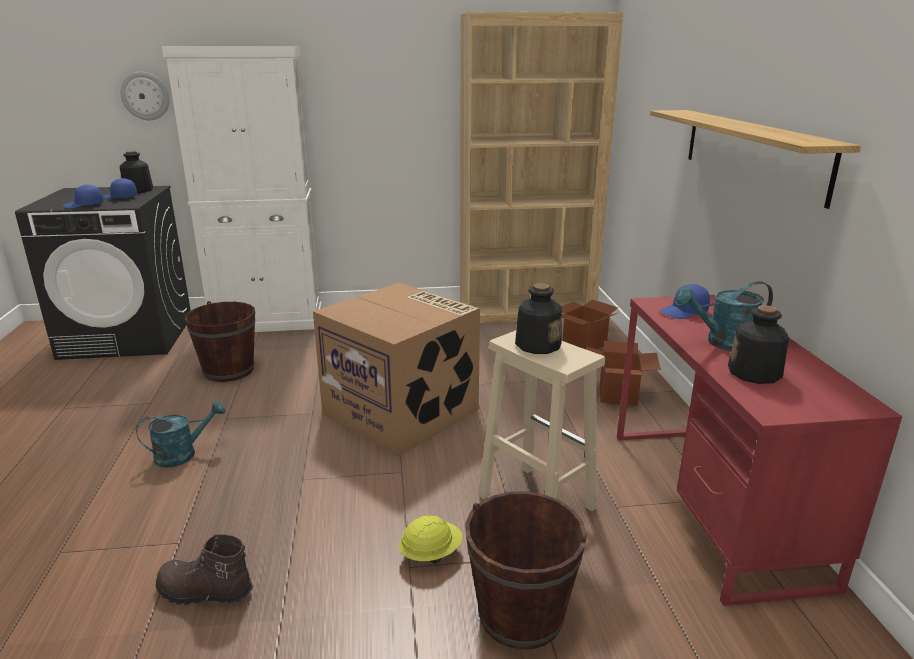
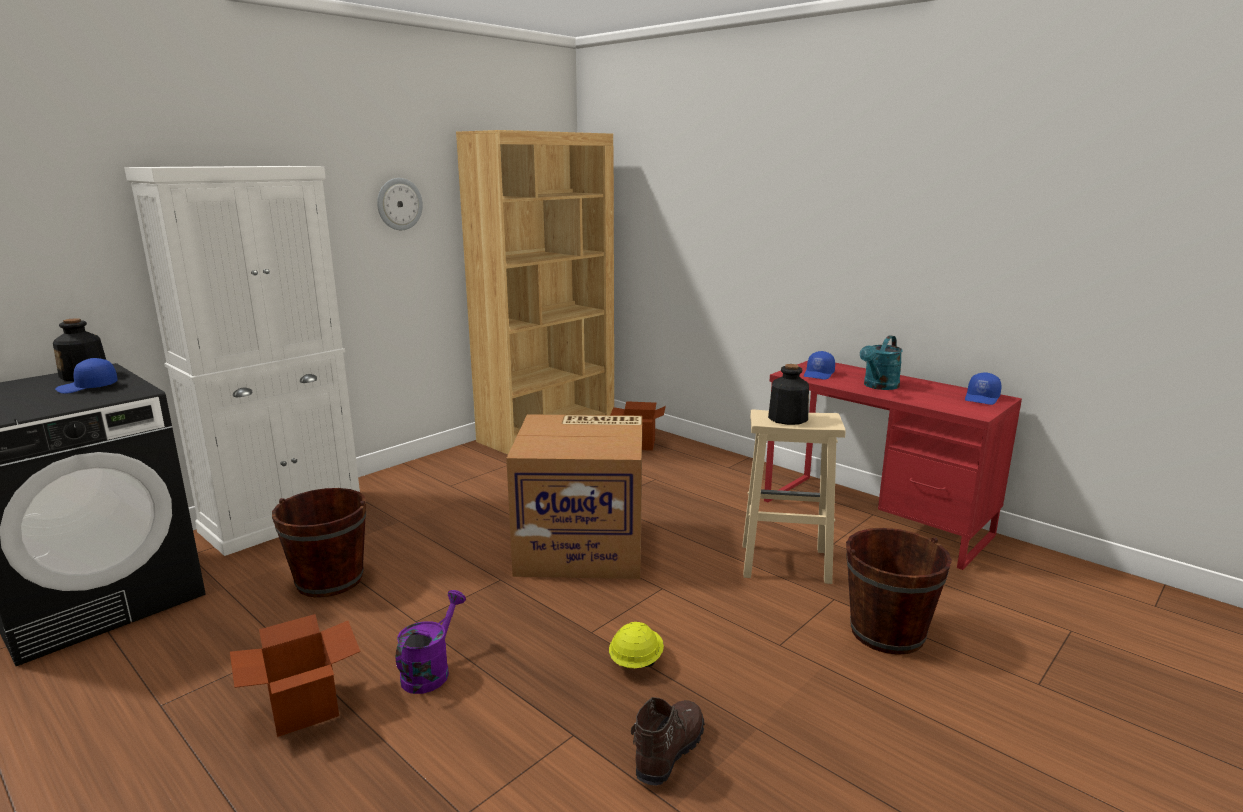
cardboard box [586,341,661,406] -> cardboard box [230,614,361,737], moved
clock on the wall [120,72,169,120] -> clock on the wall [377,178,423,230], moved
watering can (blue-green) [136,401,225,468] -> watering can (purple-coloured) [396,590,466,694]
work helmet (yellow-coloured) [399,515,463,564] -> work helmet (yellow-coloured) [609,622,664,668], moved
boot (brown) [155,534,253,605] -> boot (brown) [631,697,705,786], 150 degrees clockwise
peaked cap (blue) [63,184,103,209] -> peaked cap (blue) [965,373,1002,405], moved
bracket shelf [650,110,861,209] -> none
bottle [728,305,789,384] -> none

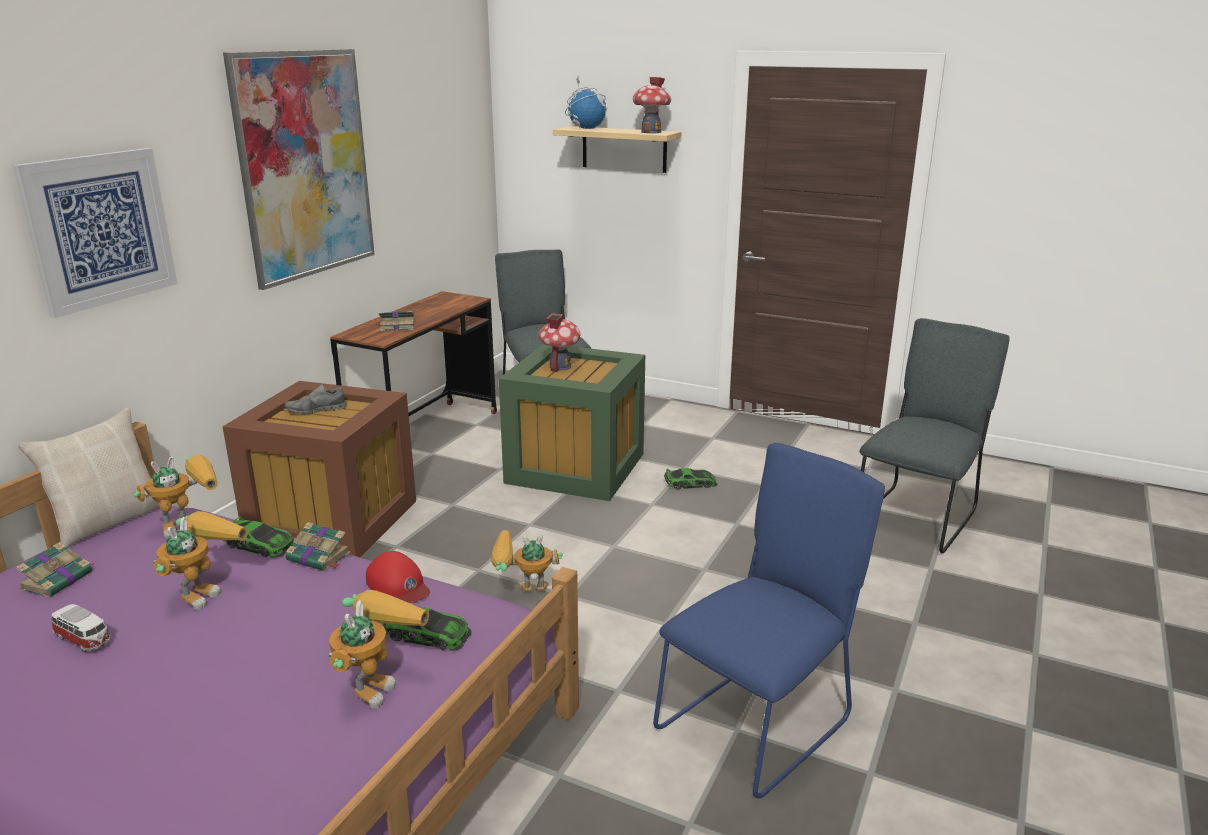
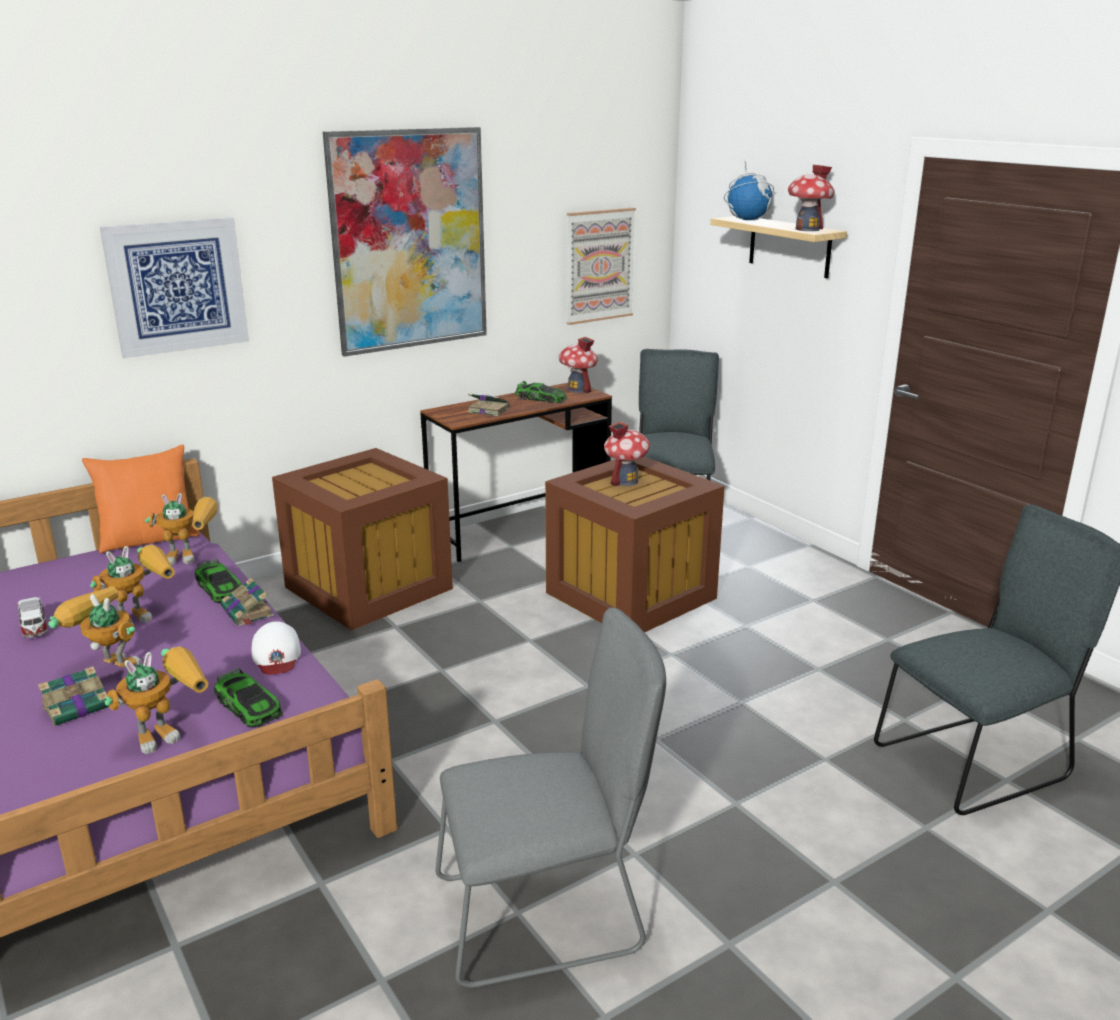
book [16,542,95,598] -> book [38,666,109,726], moved
model robot [491,530,563,591] -> model robot [48,586,141,667], moved
pillow (beige-coloured) [18,408,160,548] -> pillow (orange) [82,445,200,553]
peaked cap (reddish) [366,551,430,603] -> peaked cap (white) [252,621,301,675]
chair (blue) [653,443,885,798] -> chair (grey) [435,608,666,988]
model car [664,468,718,490] -> model car [515,381,568,403], moved
storage container (greenish) [499,344,645,501] -> storage container (brown) [545,457,725,632]
none -> toy house [559,337,598,393]
none -> wall art [567,208,636,325]
low shoe (grey) [284,384,347,415] -> none

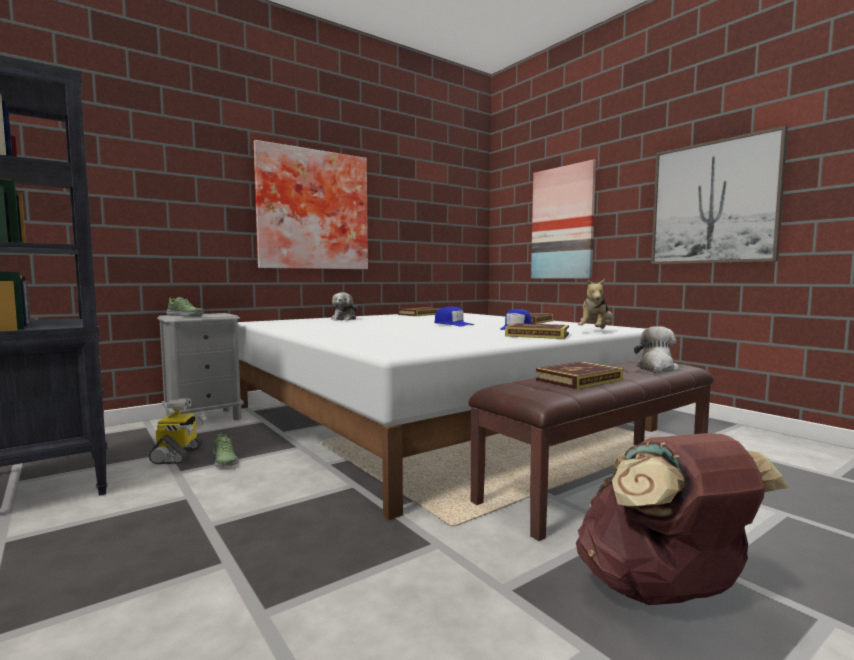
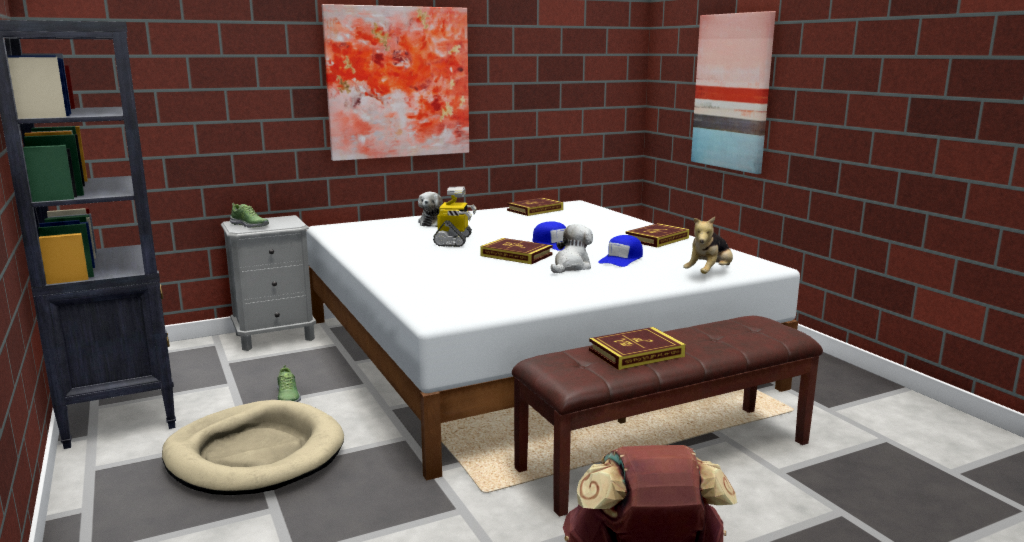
none -> pet bed (beige-coloured) [162,400,344,495]
model robot [149,398,207,464] -> model robot [433,187,477,247], moved
book [505,323,569,339] -> book [480,238,553,264], moved
plush toy [634,326,679,374] -> plush toy [551,224,593,273], moved
wall art [651,126,788,264] -> none

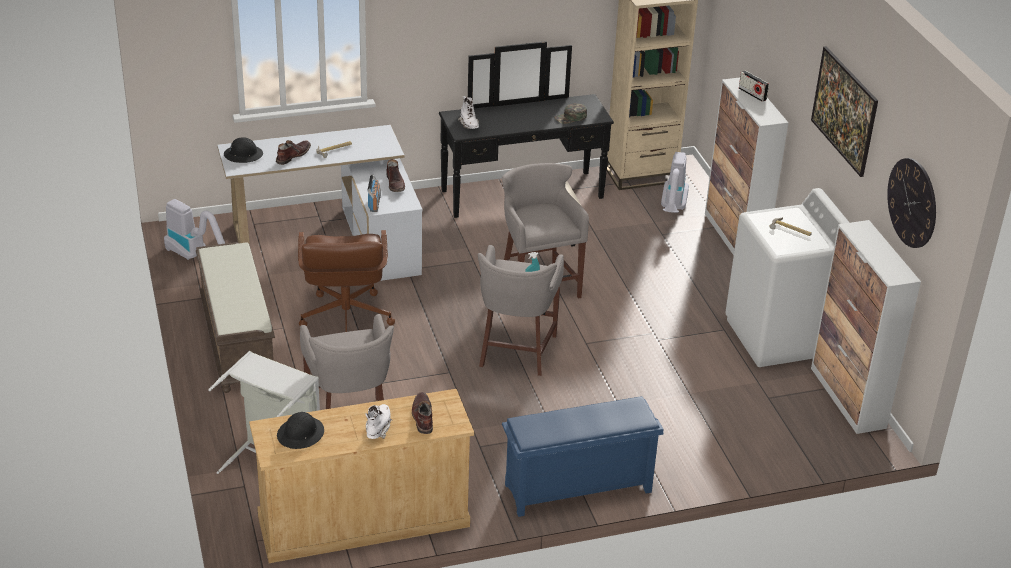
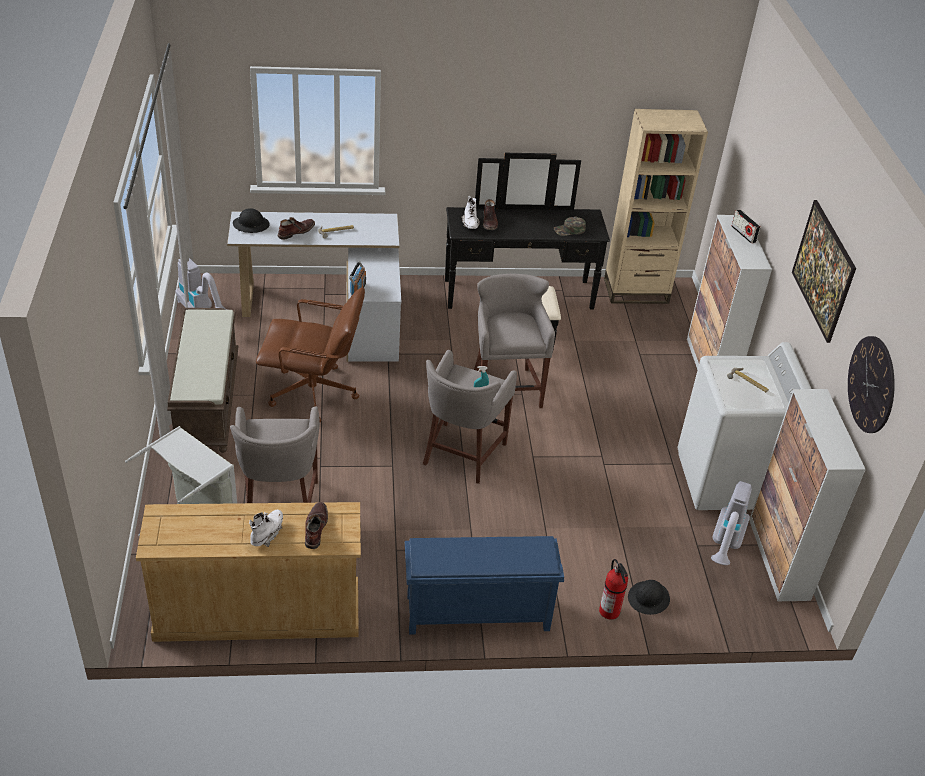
office chair (brown) [298,230,395,332] -> office chair (brown) [256,287,365,422], 90 degrees counterclockwise
boot (brown) [386,159,405,192] -> boot (brown) [483,199,498,230], moved
none -> fire-fighting cylinder [599,559,628,619]
work helmet (black) [277,412,324,449] -> work helmet (black) [628,580,670,615], moved
vacuum [661,152,689,213] -> vacuum [711,481,752,565], moved

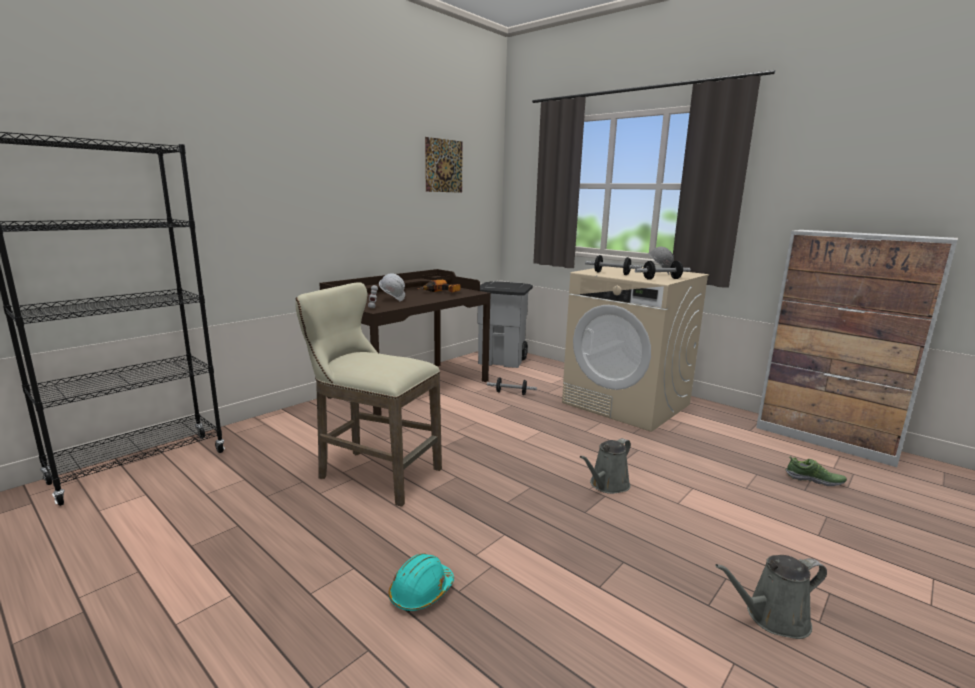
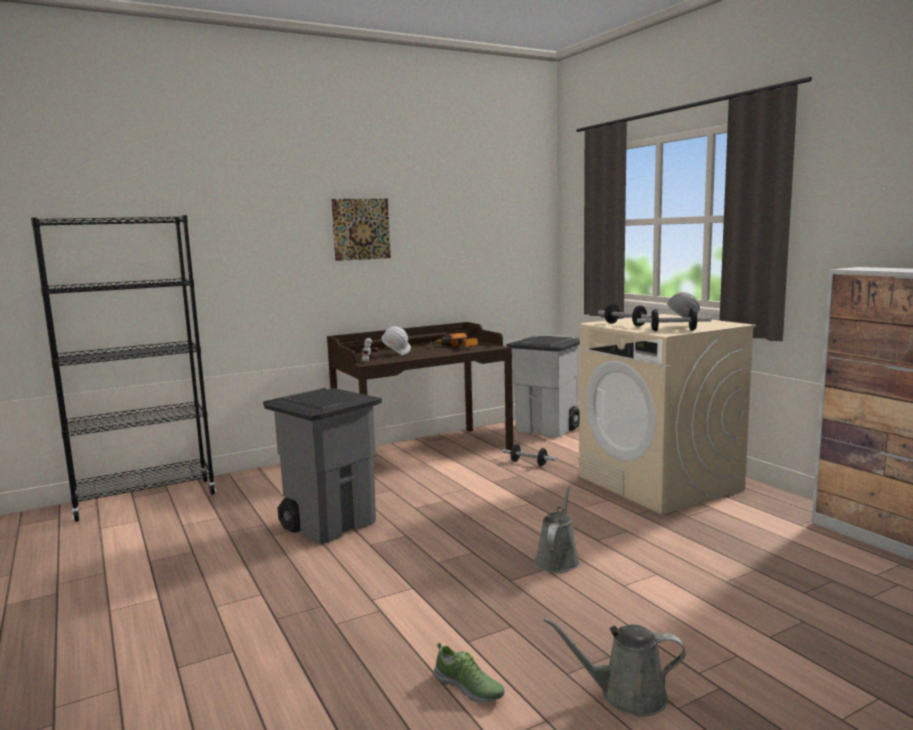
sitting stool (beige-coloured) [295,283,442,507] -> trash can (grey) [263,388,382,545]
wall art [425,137,463,193] -> wall art [331,199,391,261], moved
low shoe [786,456,847,486] -> low shoe [434,643,505,703], moved
watering can (grey) [580,438,631,494] -> watering can (grey) [534,486,580,573], 135 degrees clockwise
work helmet (blue-green) [388,553,454,612] -> none

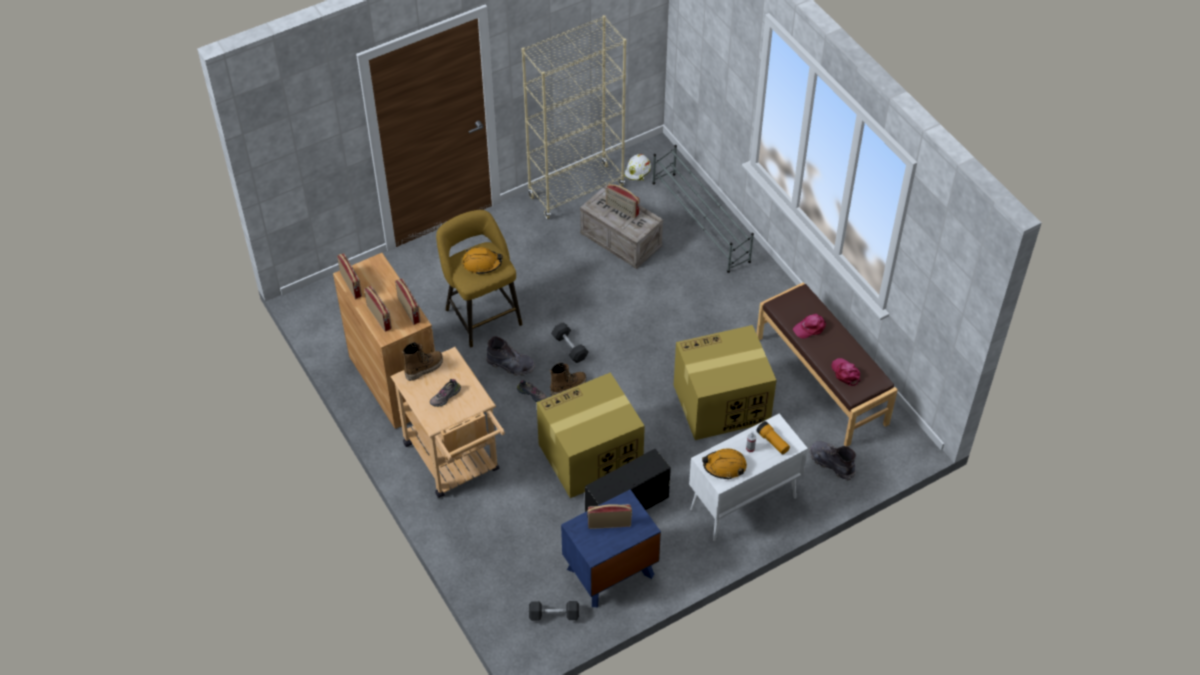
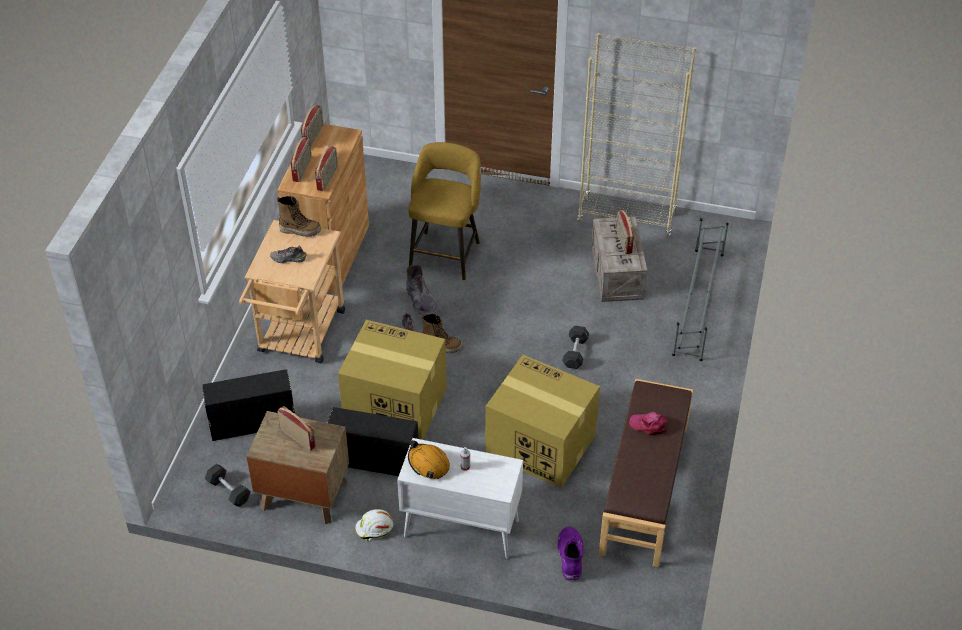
none -> storage container (black) [202,369,295,441]
bedside table (blue) [561,489,661,607] -> bedside table (brown) [246,411,349,524]
work helmet (white) [624,154,651,180] -> work helmet (white) [355,509,393,541], moved
boot (grey) [809,441,856,481] -> boot (purple-coloured) [557,527,584,581]
dumbbell (grey) [551,322,589,363] -> dumbbell (grey) [562,325,589,369], moved
work helmet (orange) [462,247,503,274] -> none
torch [756,421,790,455] -> none
peaked cap (pink-coloured) [831,358,862,386] -> none

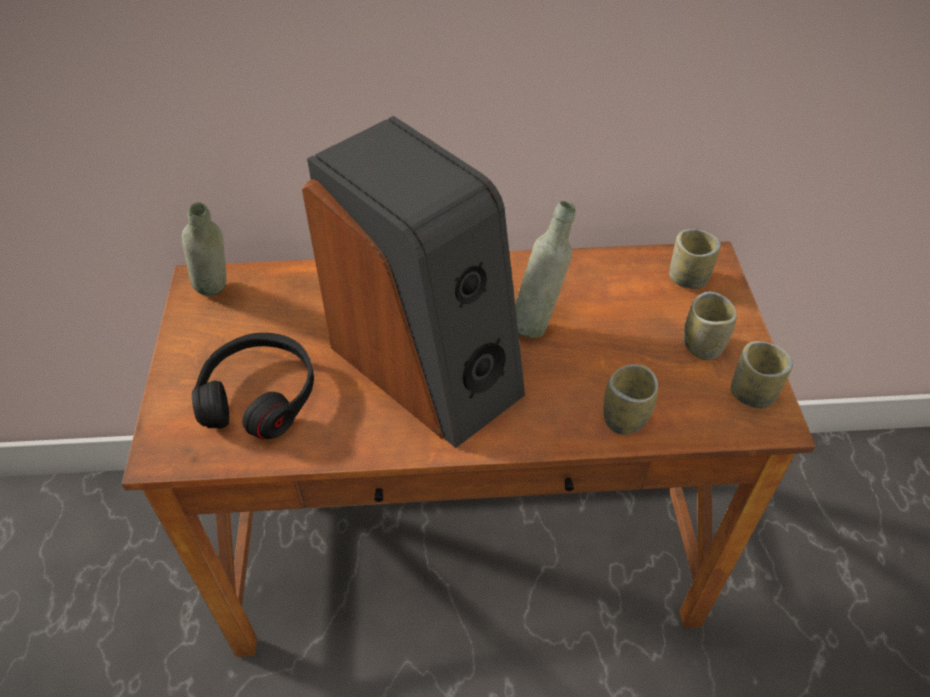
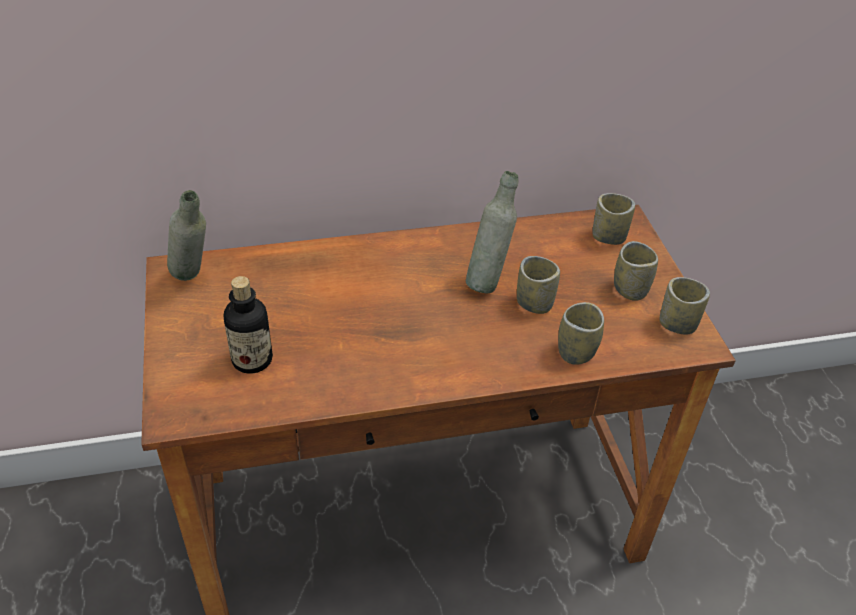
headphones (black) [192,333,314,439] -> bottle [224,276,273,374]
none -> drinking cup [517,256,560,314]
audio speaker [302,116,525,449] -> none

